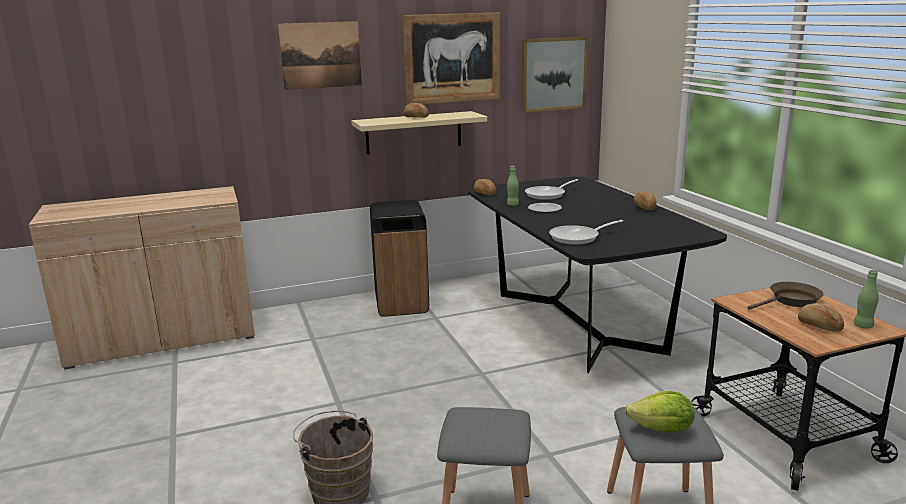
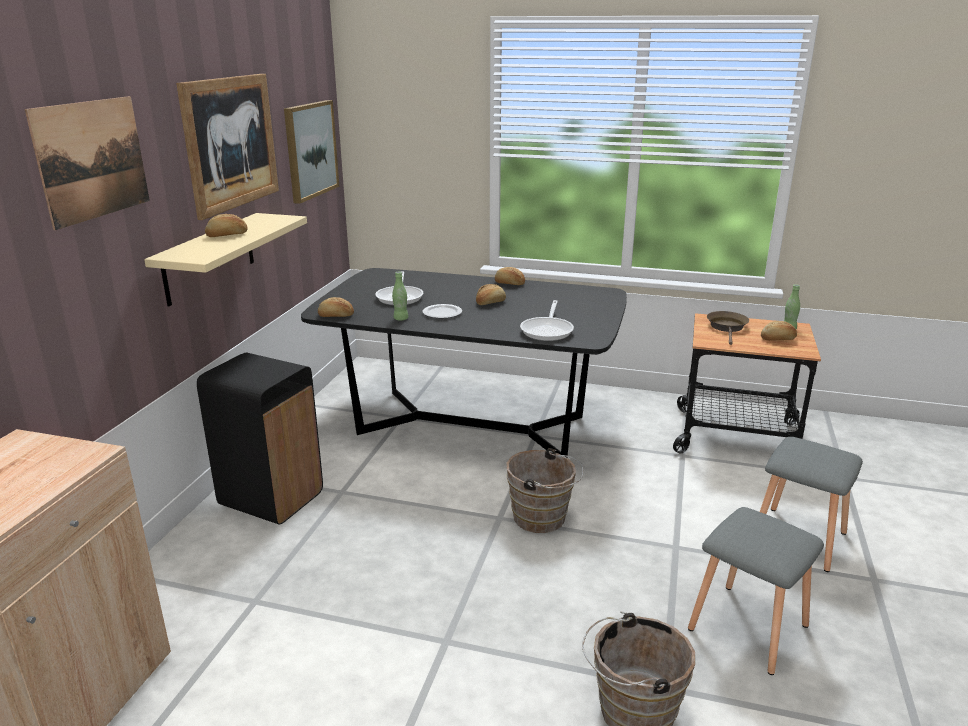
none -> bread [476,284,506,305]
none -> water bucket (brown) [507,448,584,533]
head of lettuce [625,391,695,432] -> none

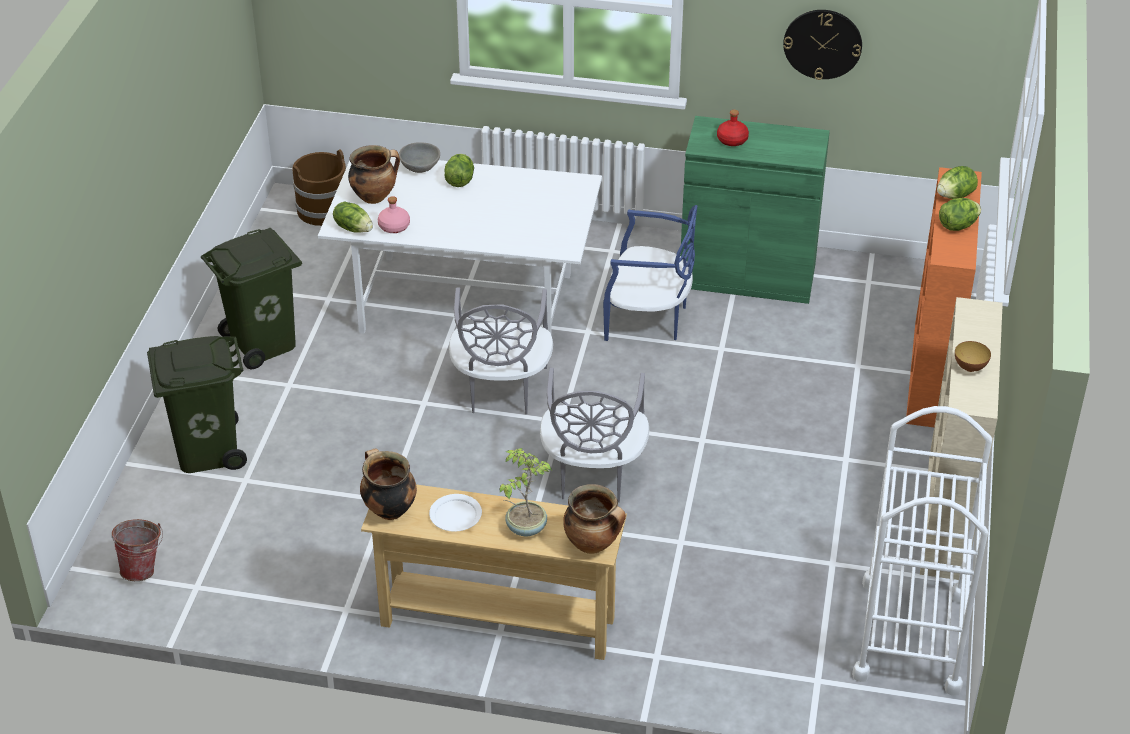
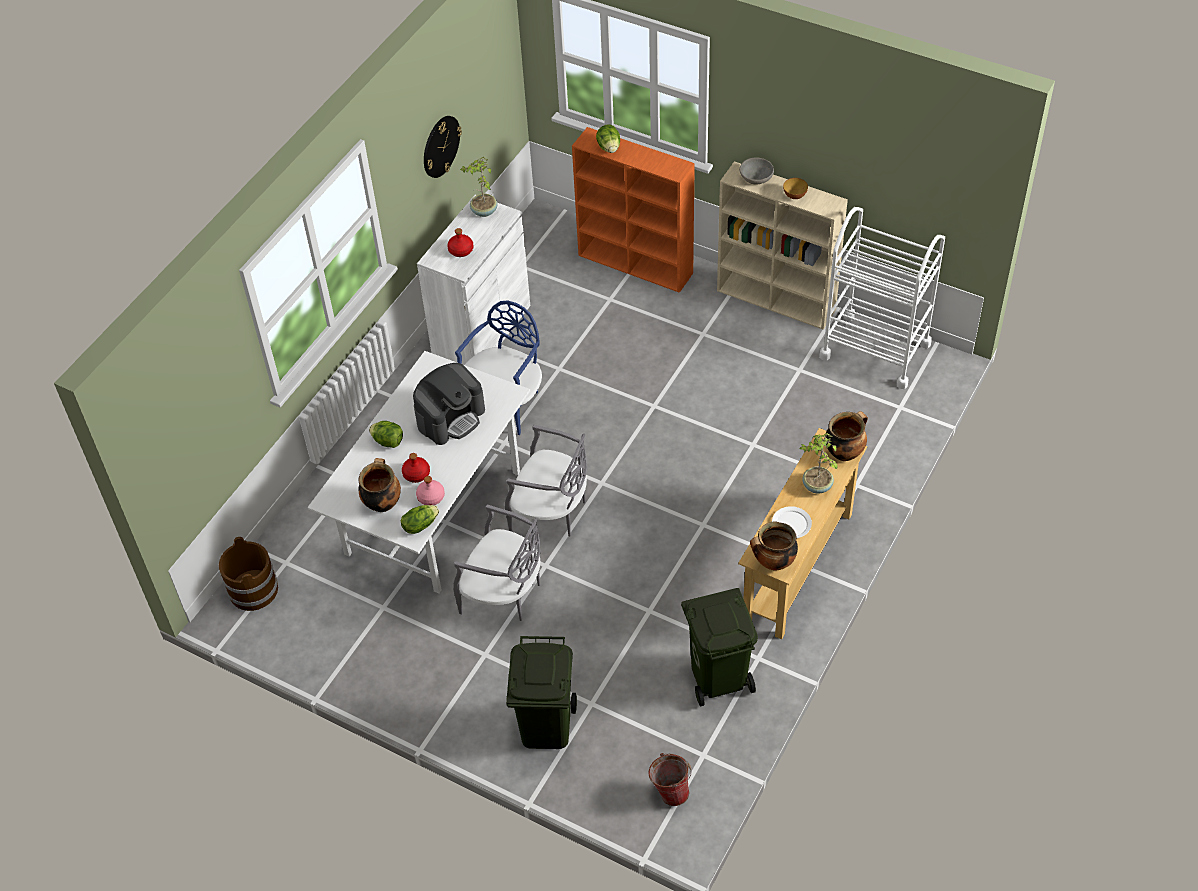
none -> bottle (reddish) [402,453,430,483]
none -> coffee maker [413,363,485,445]
cabinet (greenish) [680,116,830,304] -> cabinet (white) [417,195,530,365]
chair (grey) [540,368,649,503] -> chair (grey) [453,504,541,621], moved
none -> potted plant [460,157,497,217]
trash can (greenish) [201,228,302,369] -> trash can (greenish) [681,588,758,706], moved
serving bowl (grey) [399,142,440,173] -> serving bowl (grey) [739,157,774,185], moved
head of lettuce [939,198,981,231] -> none

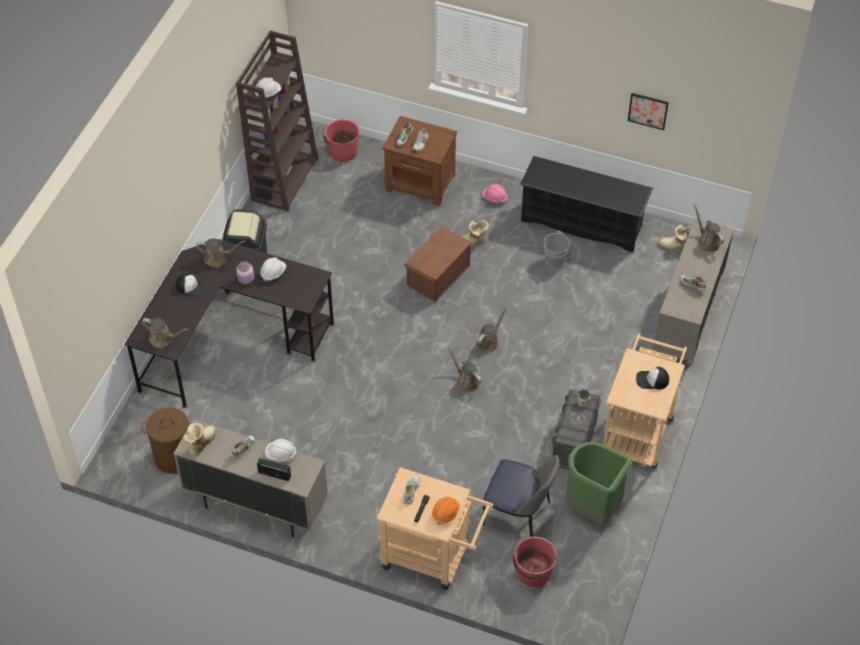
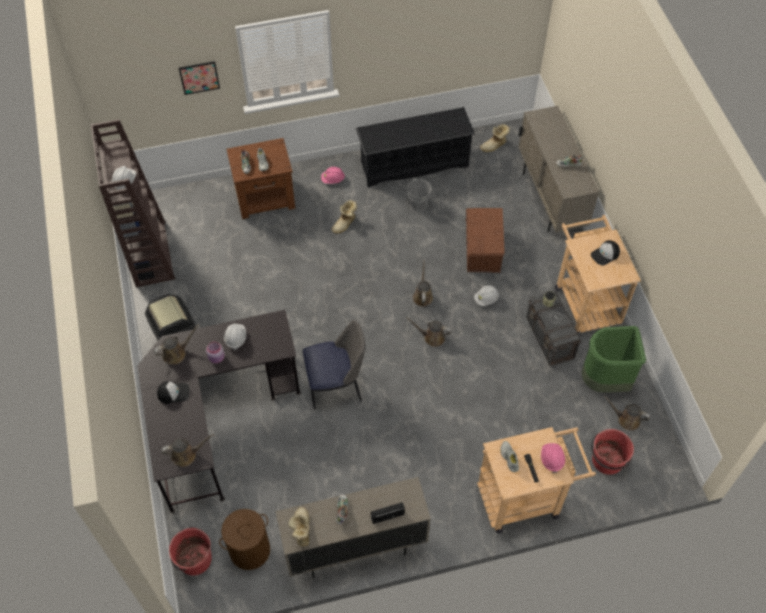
water bucket (reddish) [324,119,360,162] -> water bucket (reddish) [169,527,212,576], moved
wall art [628,93,669,130] -> wall art [179,61,220,95], moved
chair [483,455,559,537] -> chair [303,320,365,409], moved
storage container (brown) [403,226,472,302] -> storage container (brown) [465,208,505,273], moved
work helmet (white) [265,439,297,462] -> work helmet (white) [474,286,499,306], moved
work helmet (orange) [432,497,460,525] -> work helmet (pink-coloured) [541,443,565,473]
watering can (brown) [693,203,724,252] -> watering can (brown) [604,396,650,431], moved

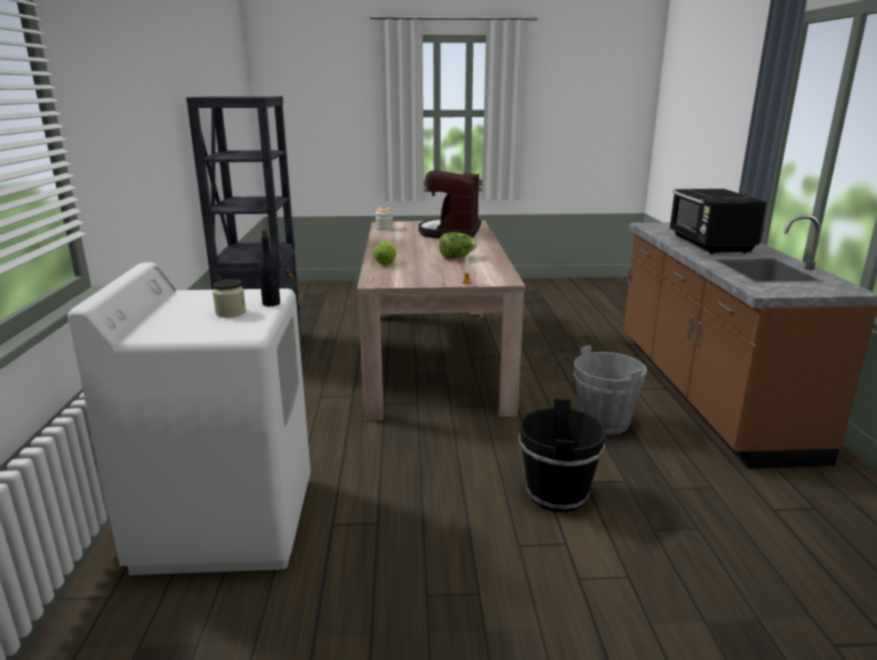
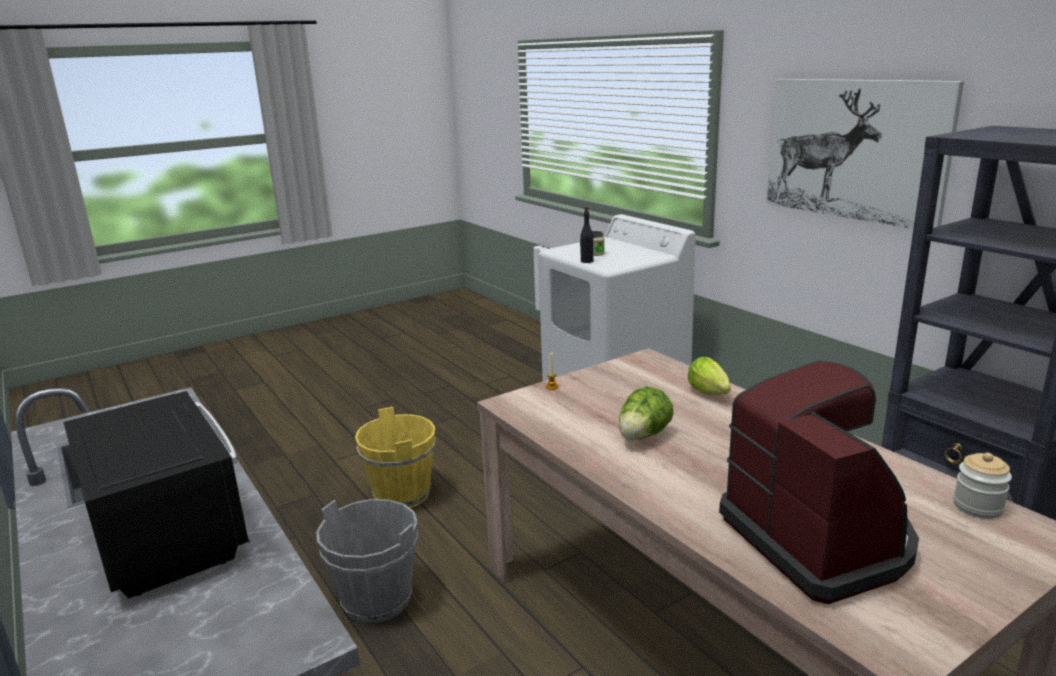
water bucket (black) [519,398,606,512] -> water bucket (yellow-coloured) [355,407,436,508]
none -> wall art [766,79,964,229]

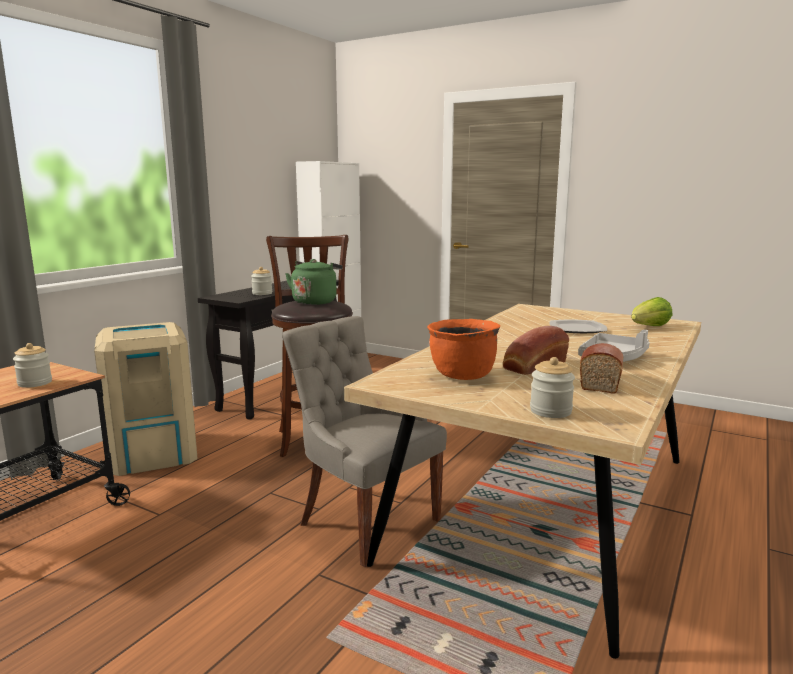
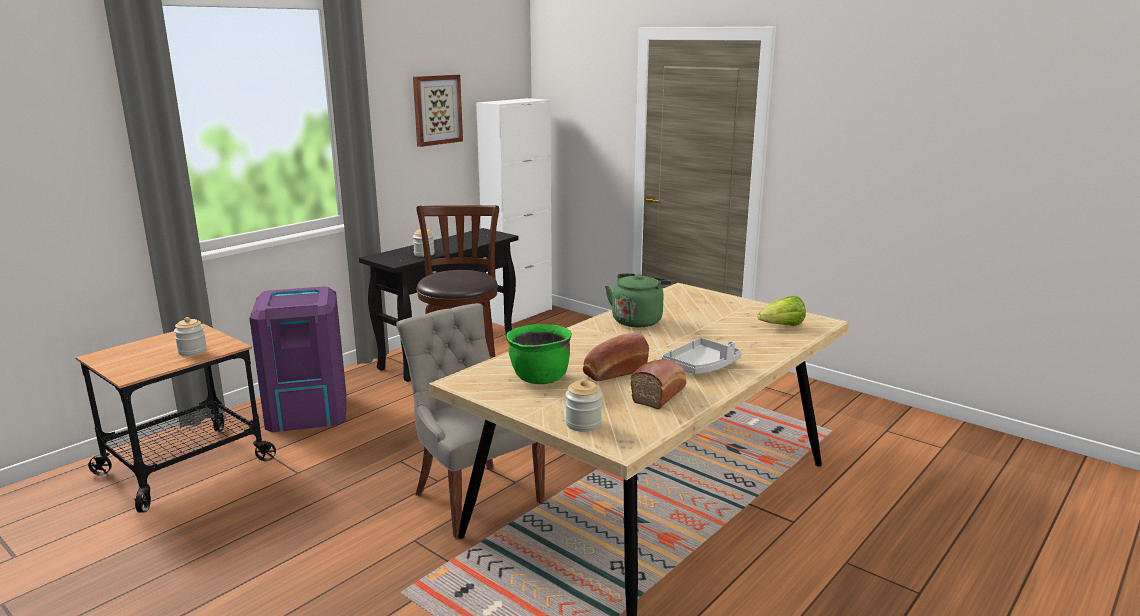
trash can (beige-coloured) [94,322,198,476] -> trash can (purple-coloured) [249,286,347,432]
none -> wall art [413,74,463,147]
cooking pot (orange) [427,319,500,380] -> cooking pot (greenish) [506,324,572,384]
tea kettle (greenish) [285,259,343,305] -> tea kettle (greenish) [605,273,671,327], moved
flat dish [549,319,607,333] -> none

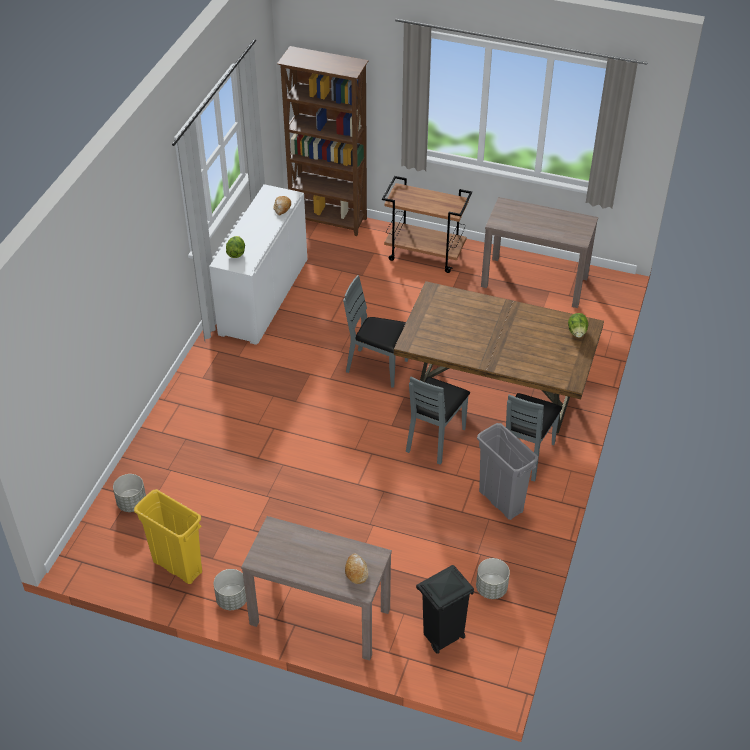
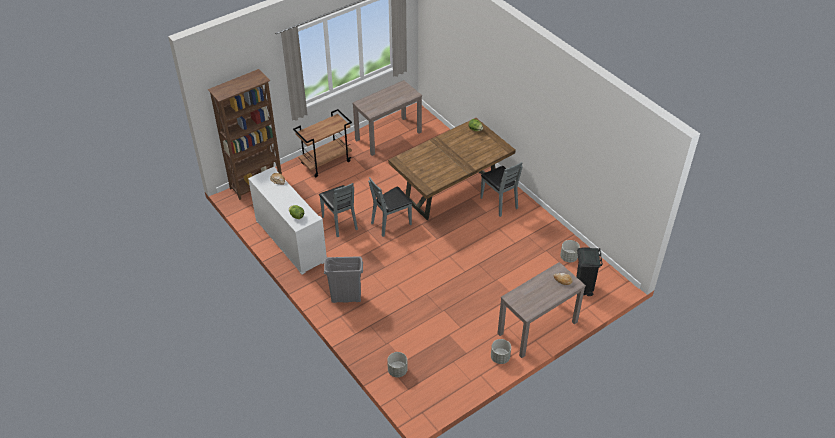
chair (grey) [406,376,470,465] -> chair (grey) [319,183,358,237], moved
trash can (grey) [477,423,538,520] -> trash can (grey) [324,256,363,303], moved
trash can (yellow-coloured) [134,489,202,584] -> none

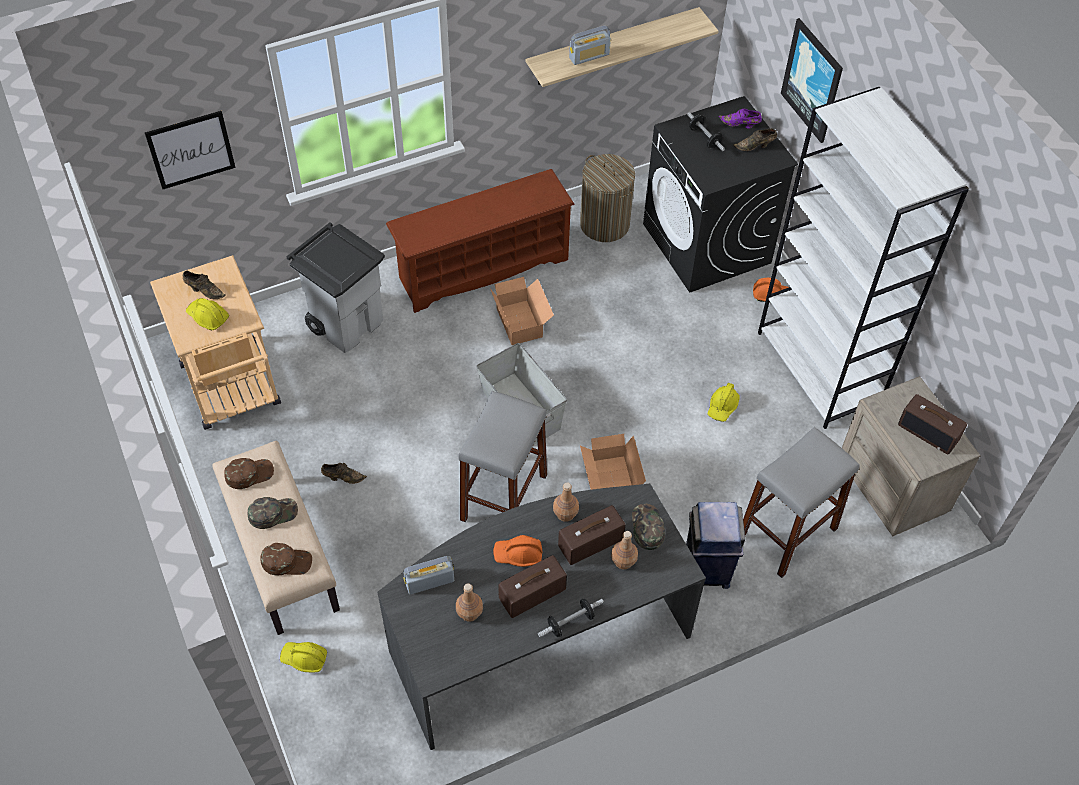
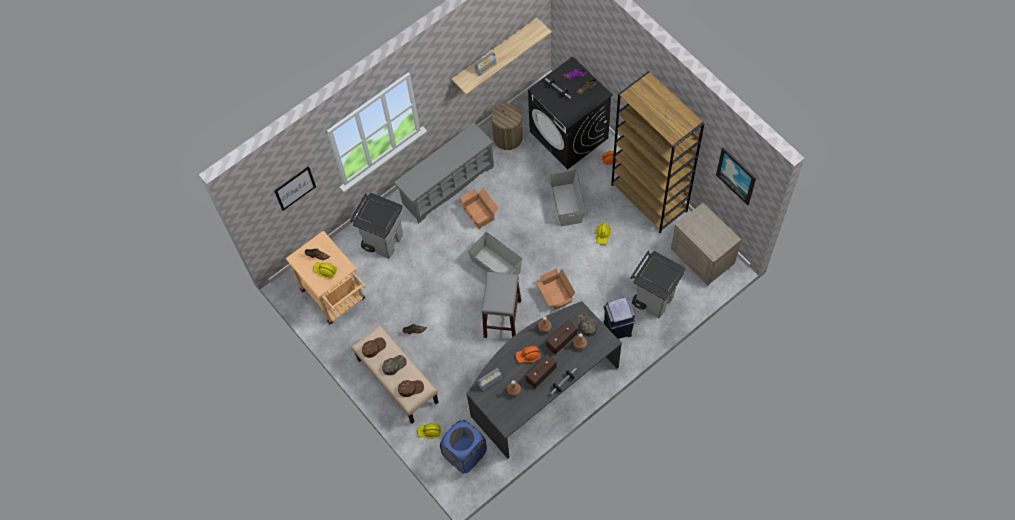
shoe shelf (brown) [386,169,575,313] -> shoe shelf (grey) [394,123,494,224]
none -> hamper (blue) [440,420,487,474]
none -> storage container (grey) [549,170,586,226]
shelving unit (white) [758,87,969,429] -> shelving unit (brown) [611,71,704,234]
sitting stool (grey) [743,427,859,578] -> trash can (grey) [630,250,686,318]
wall art [781,18,843,143] -> wall art [716,147,756,205], moved
radio receiver [898,394,967,454] -> none

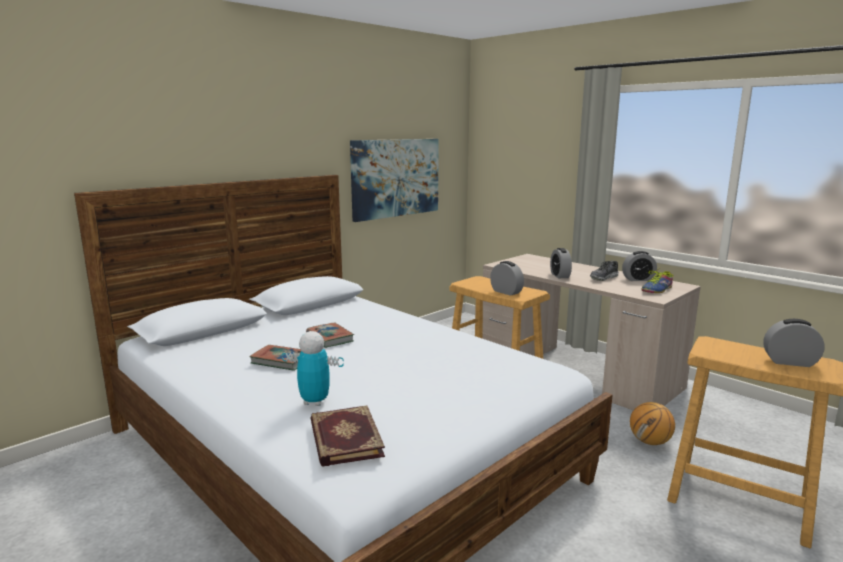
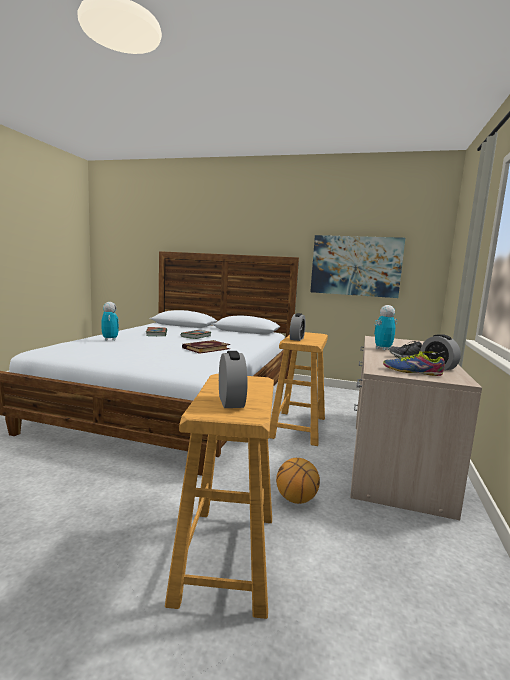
book [310,405,385,467] -> book [182,340,230,354], moved
table clock [550,248,572,278] -> model robot [374,305,397,350]

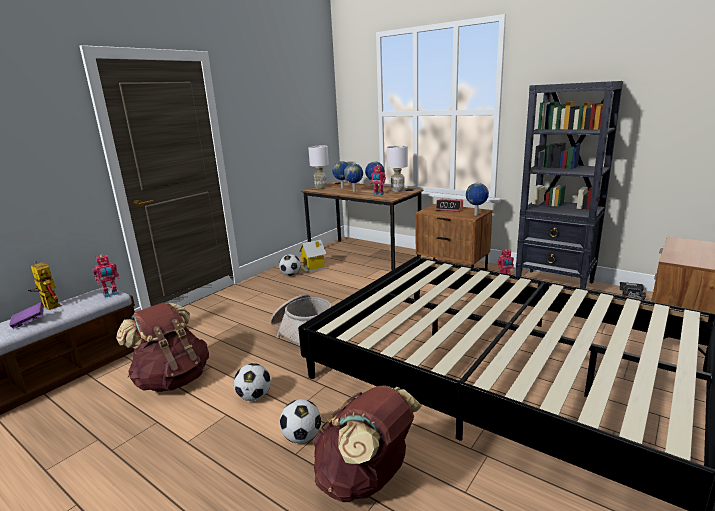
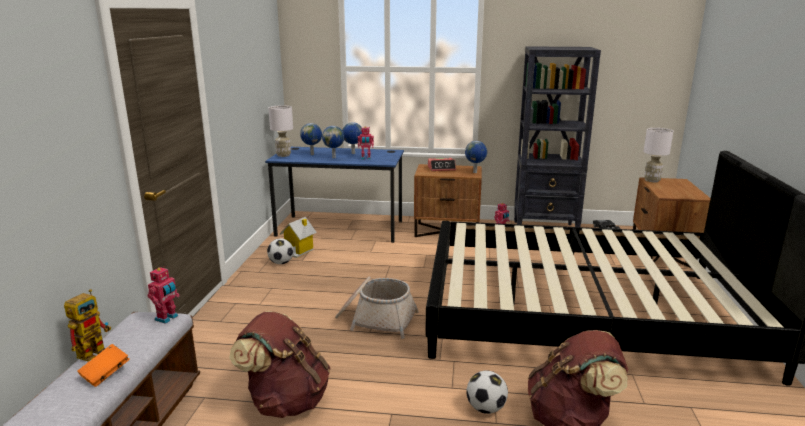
model robot [27,261,62,310] -> model robot [64,289,111,361], 105 degrees clockwise
book (purple-coloured) [9,302,44,329] -> book (orange) [77,344,130,387]
desk (brown) [301,181,423,271] -> desk (blue) [265,147,404,243]
table lamp (white) [387,146,408,192] -> table lamp (white) [644,128,673,183], moved
ball for football [234,363,271,401] -> none

